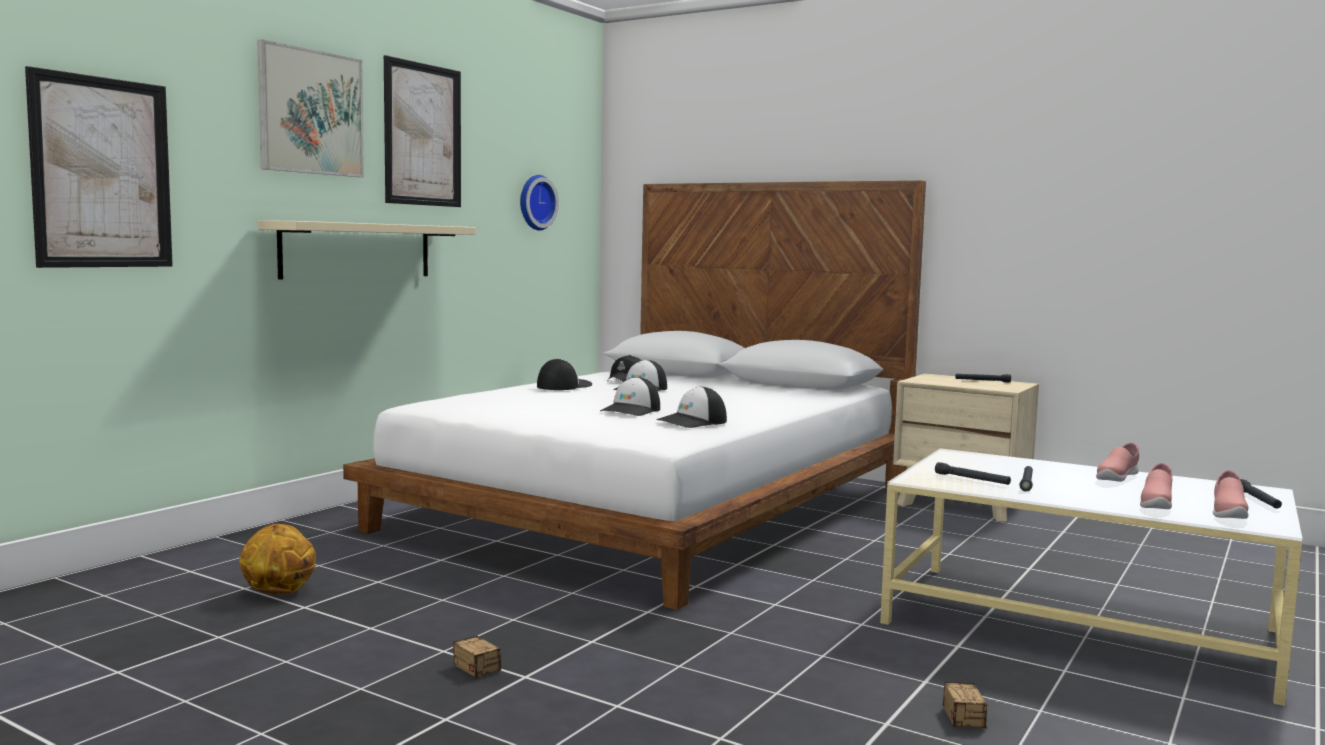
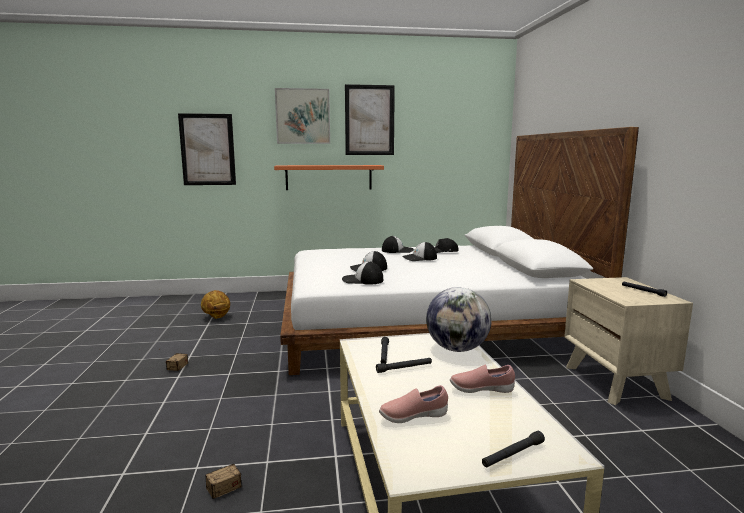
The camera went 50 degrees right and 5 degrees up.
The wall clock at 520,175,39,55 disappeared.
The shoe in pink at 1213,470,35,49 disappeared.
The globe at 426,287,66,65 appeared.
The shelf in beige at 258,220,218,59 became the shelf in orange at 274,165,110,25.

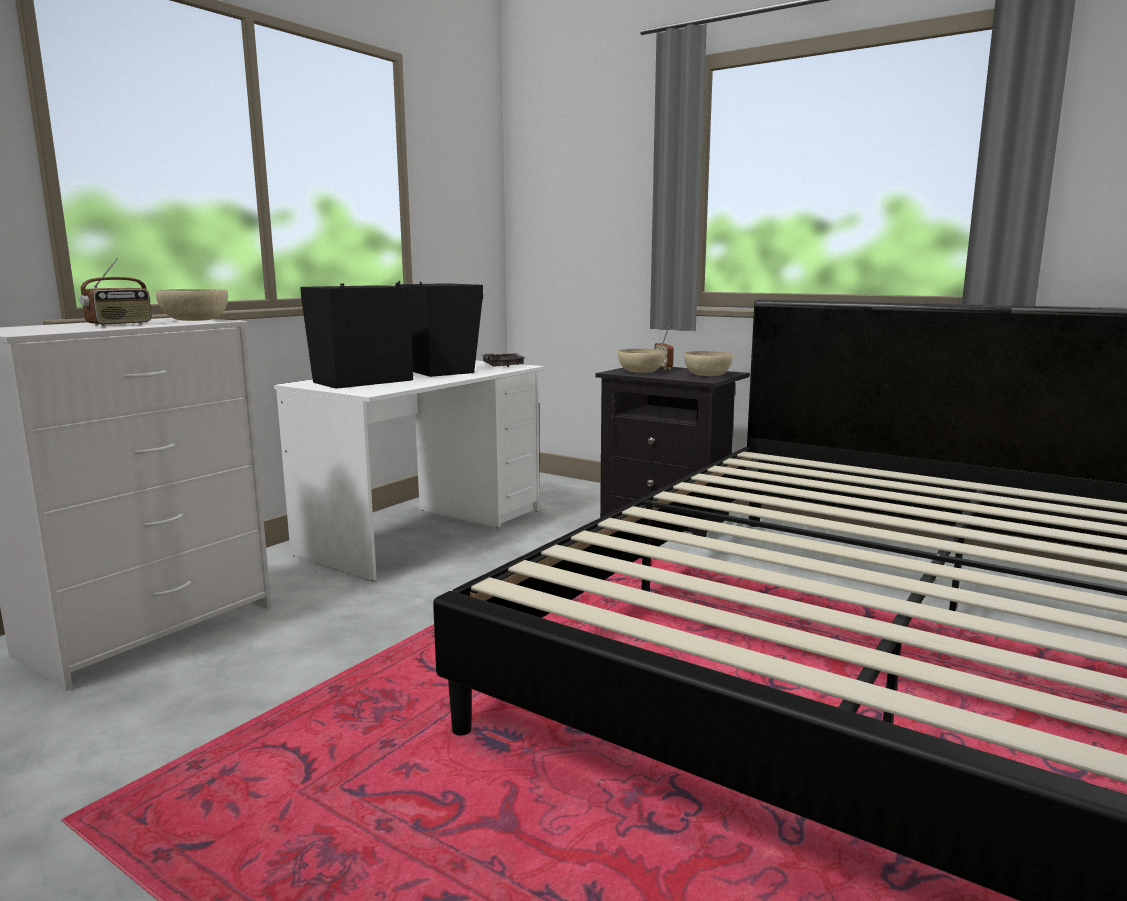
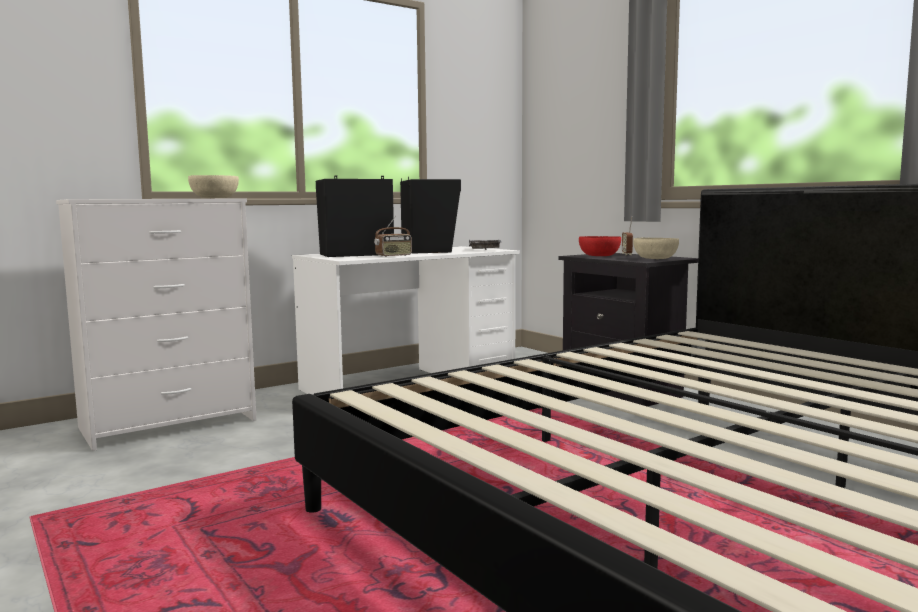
The camera went 20 degrees right and 5 degrees down.
The radio moved from 80,258,72,68 to 374,216,38,41.
The bowl in beige at 618,349,47,24 became the bowl in red at 579,236,42,20.

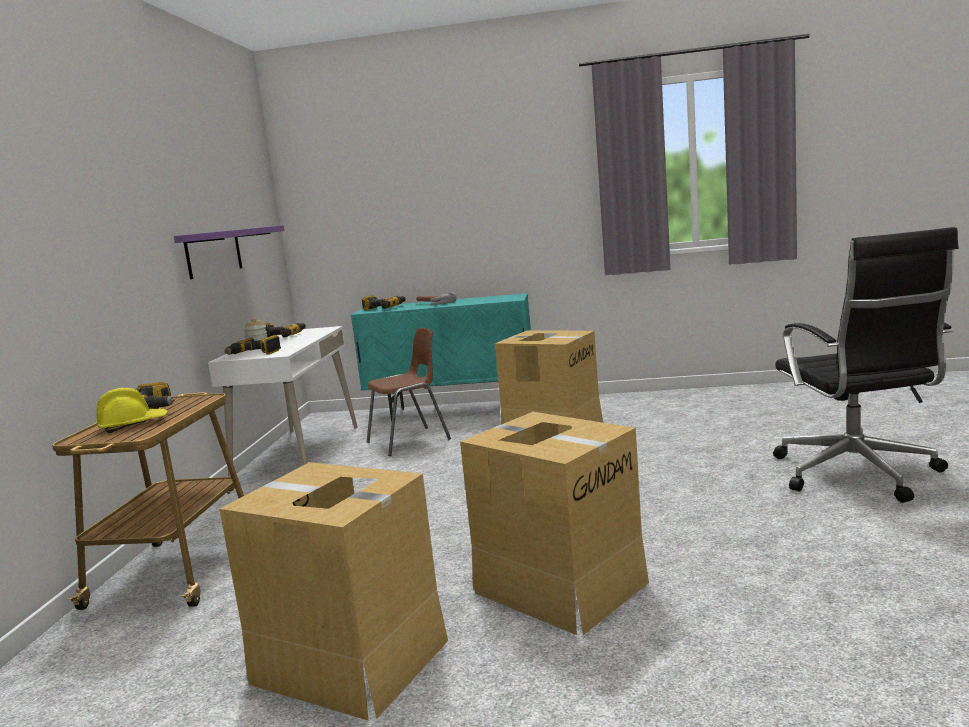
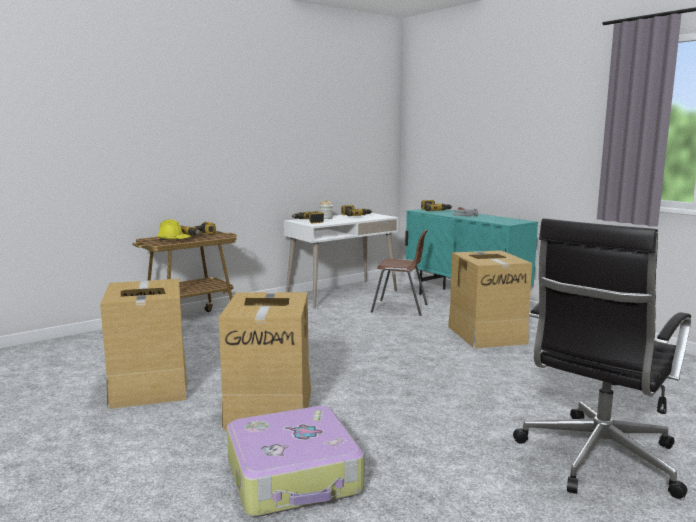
The camera went 45 degrees right and 0 degrees up.
The shelf in purple at 174,225,111,54 disappeared.
The suitcase at 227,406,137,111 appeared.

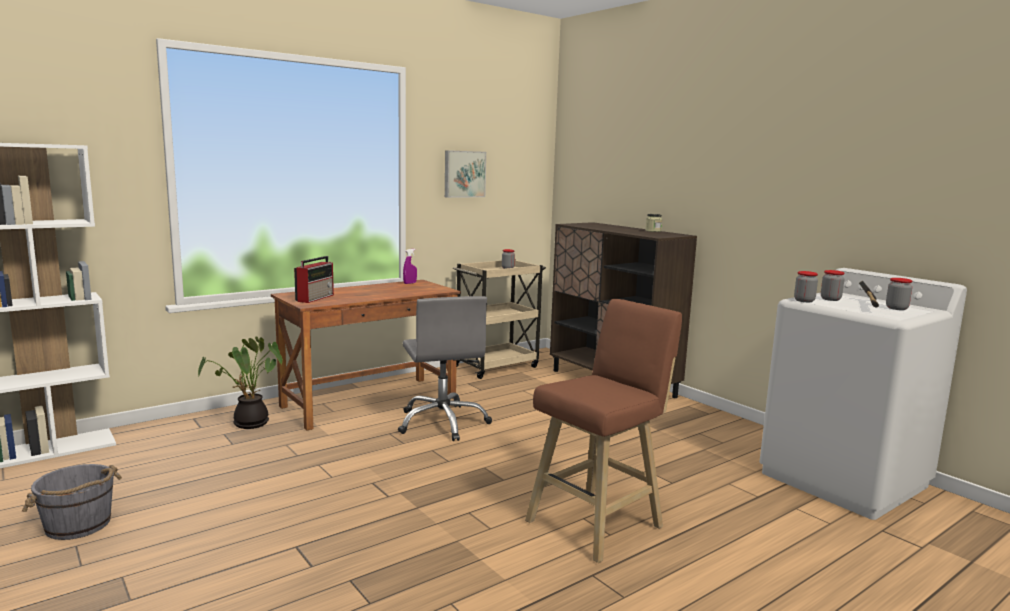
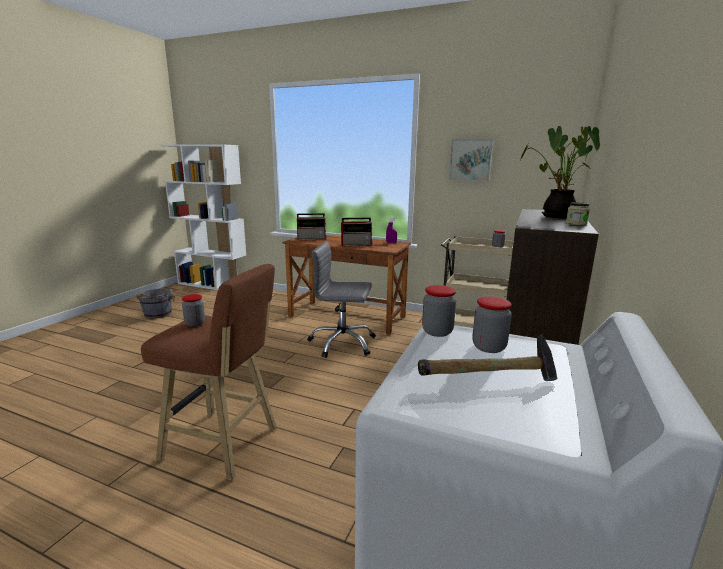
The camera went 60 degrees right and 5 degrees up.
The radio at 341,217,31,29 appeared.
The potted plant moved from 198,336,85,93 to 520,126,80,92.
The jar moved from 886,278,26,32 to 182,294,23,33.
The office chair in grey at 398,296,94,145 turned 60 degrees clockwise.

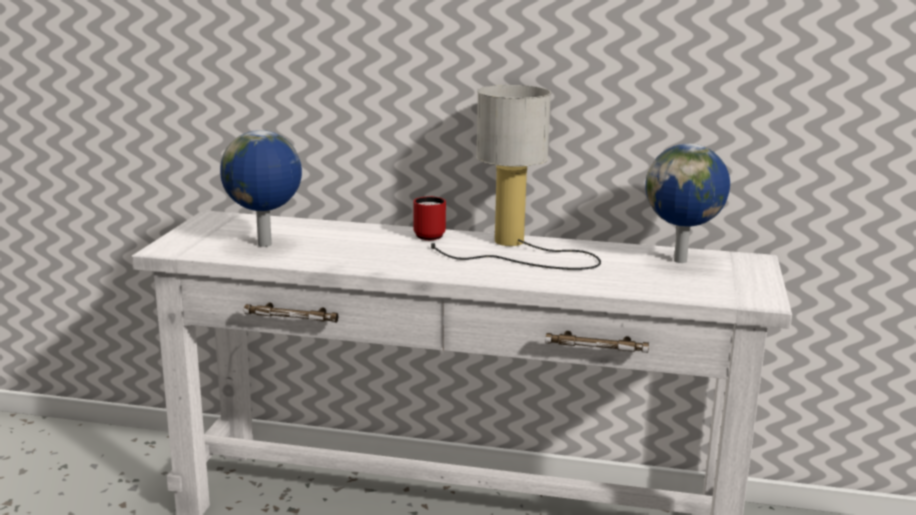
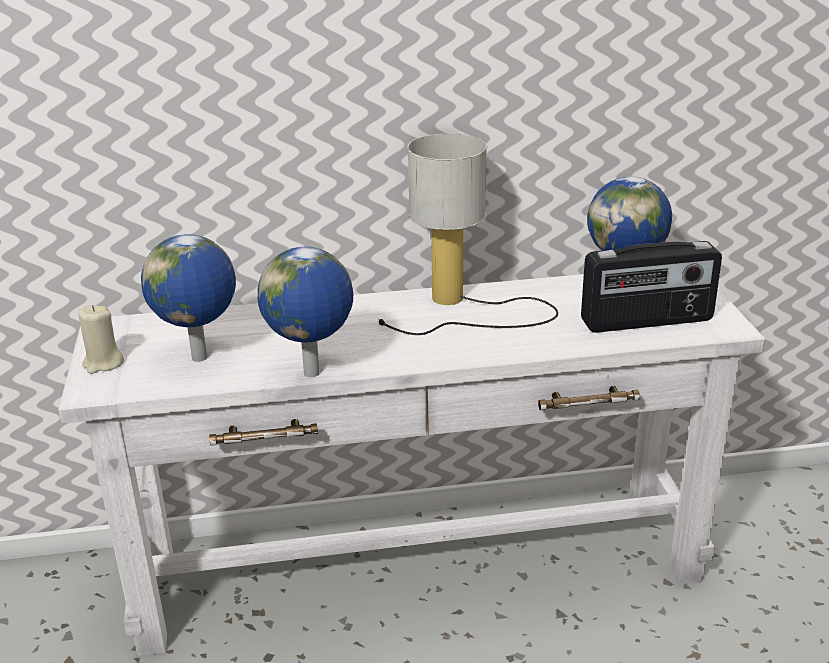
The camera went 20 degrees left and 10 degrees up.
The mug in red at 413,196,33,44 disappeared.
The candle in beige at 79,305,45,69 appeared.
The globe at 258,247,95,130 appeared.
The radio at 581,241,141,92 appeared.

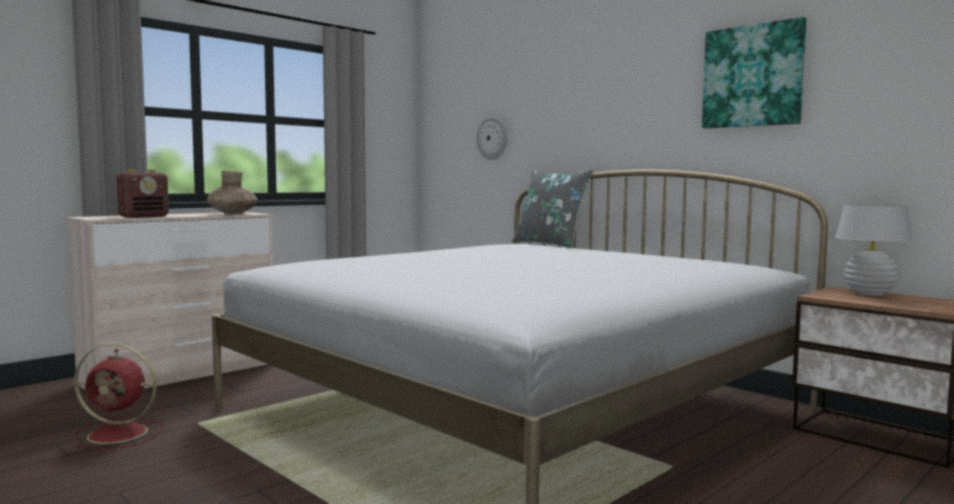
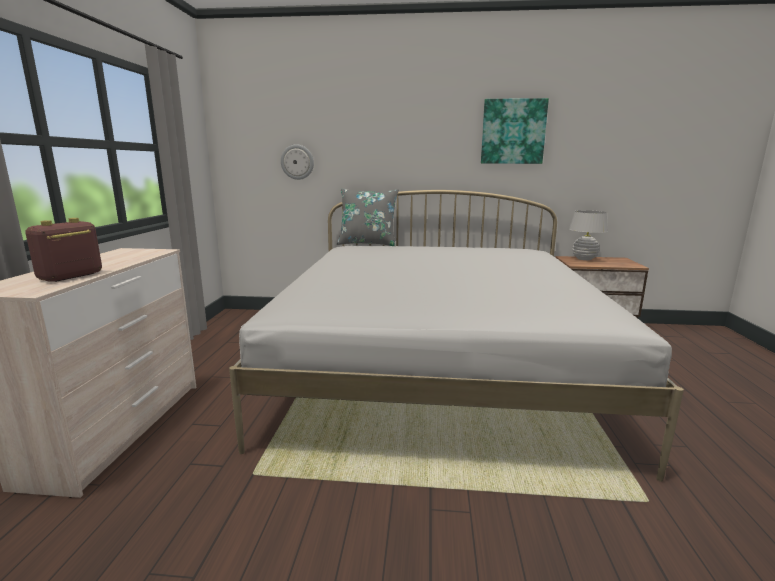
The camera went 40 degrees left and 10 degrees up.
The fan in red at 71,344,94,105 disappeared.
The vase in brown at 207,171,51,43 disappeared.
The radio at 116,169,53,49 turned 150 degrees counterclockwise.

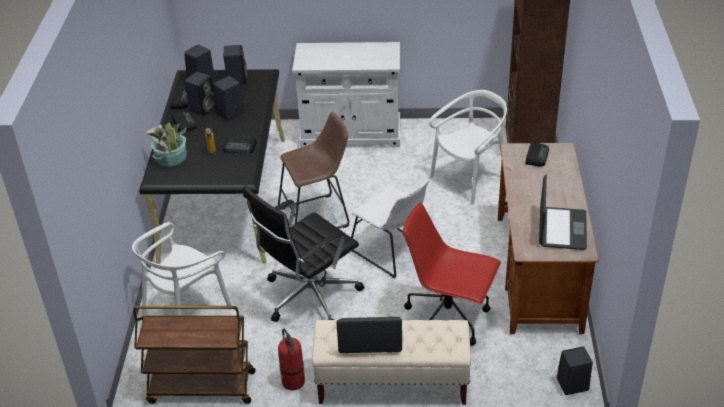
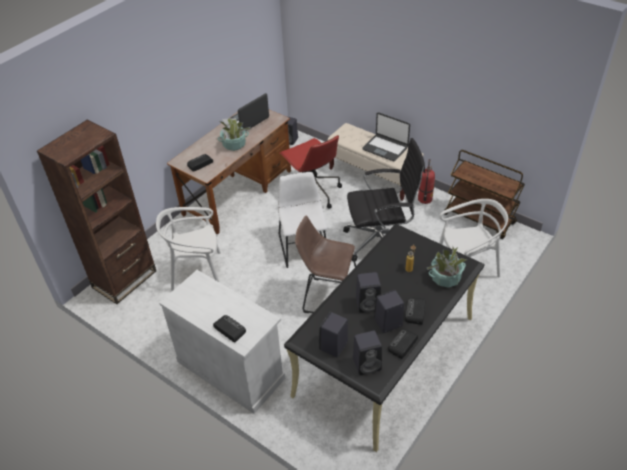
The camera went 145 degrees left and 5 degrees up.
The potted plant at 218,118,32,33 appeared.
The radio moved from 223,136,34,17 to 213,315,33,27.

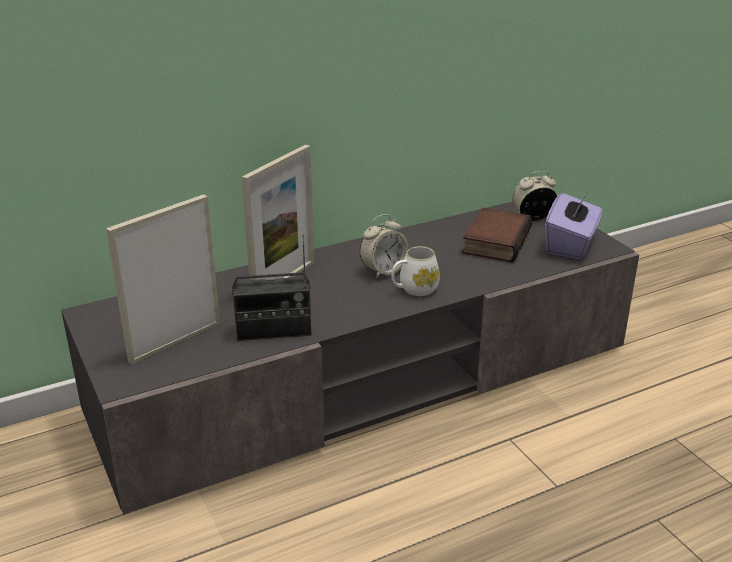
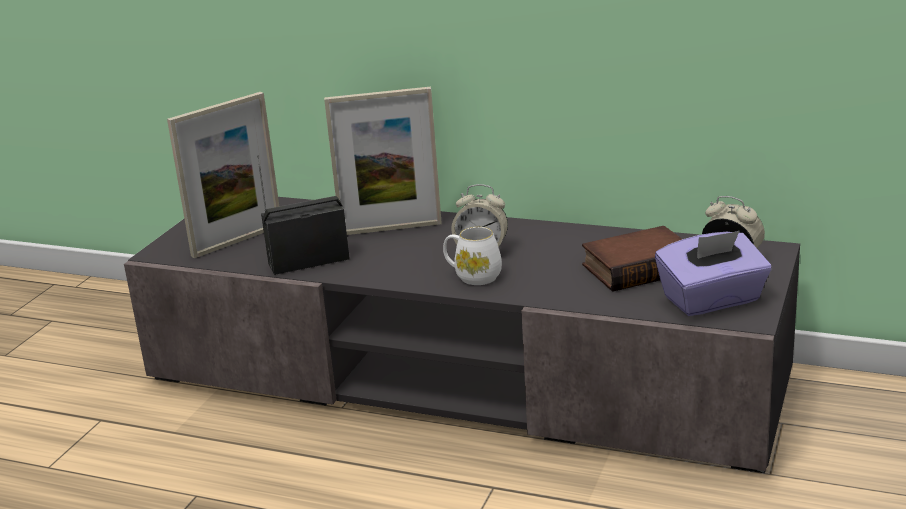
The camera went 50 degrees right and 5 degrees down.
The picture frame at 106,194,114,170 turned 135 degrees clockwise.
The radio at 232,235,80,106 turned 120 degrees clockwise.

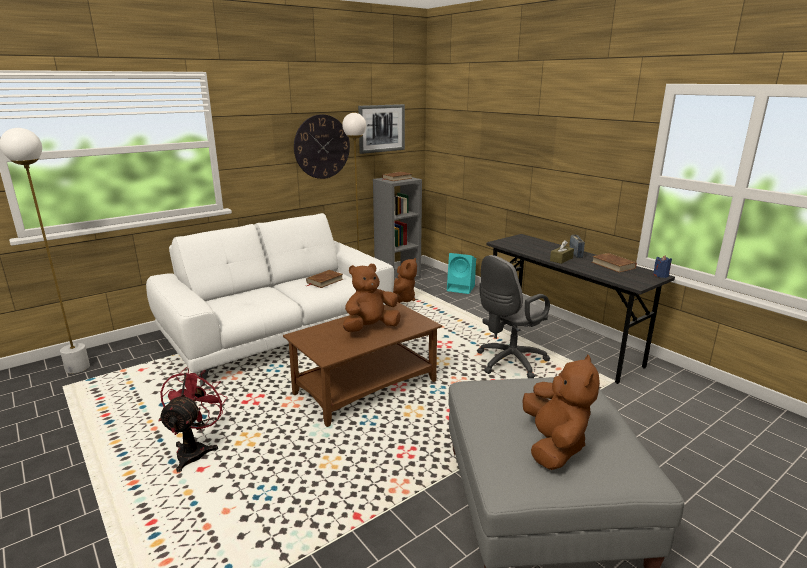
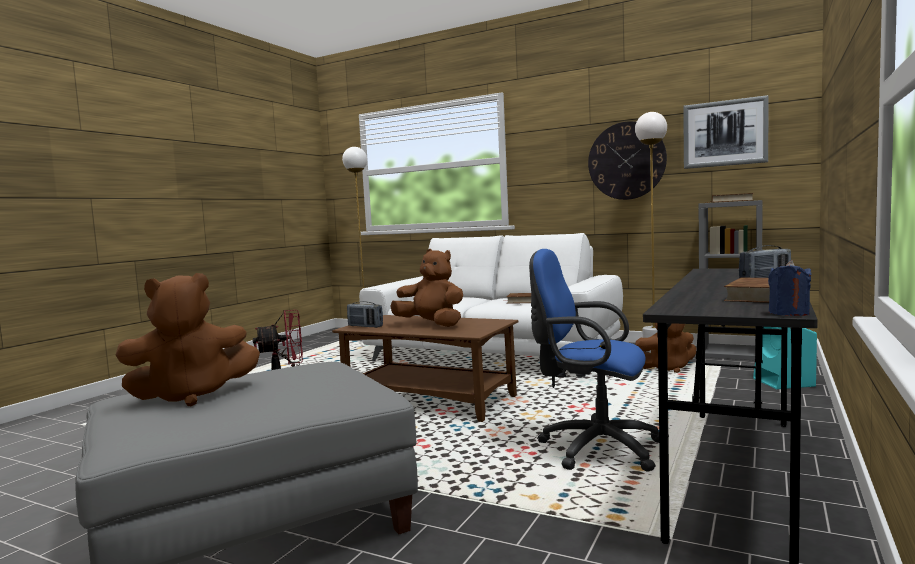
The camera went 65 degrees right and 15 degrees down.
The tissue box in brown at 550,240,24,24 disappeared.
The radio at 347,301,36,27 appeared.
The office chair in grey at 477,255,73,123 became the office chair in blue at 529,249,130,223.

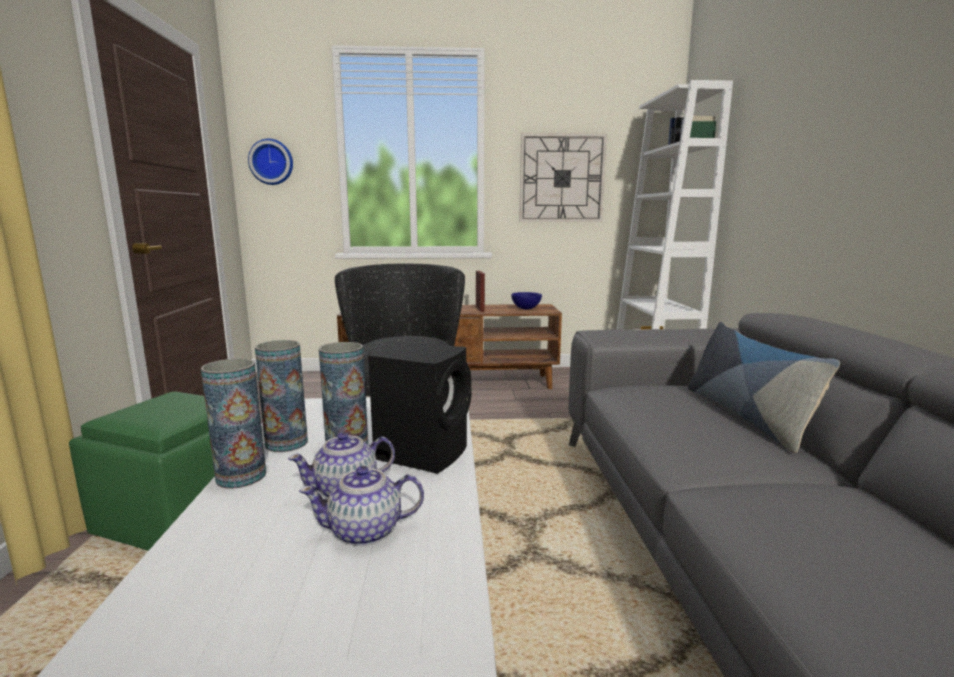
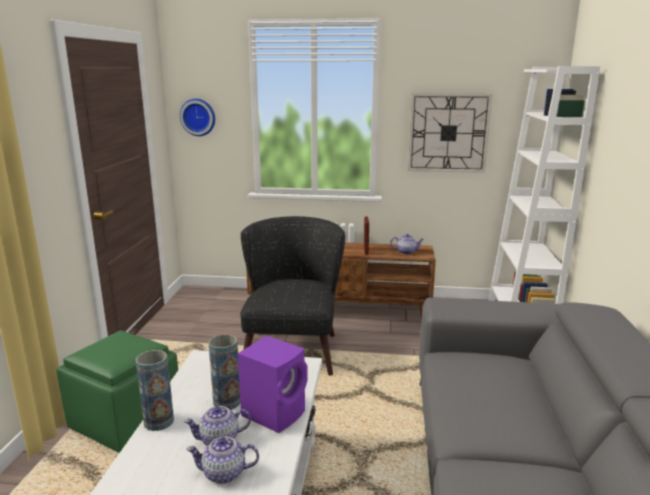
The camera went 10 degrees right and 5 degrees up.
The vase at 255,340,53,112 disappeared.
The pillow at 688,322,152,131 disappeared.
The bowl in blue at 511,292,31,17 was replaced by the teapot at 390,234,34,20.
The speaker in black at 368,341,103,133 became the speaker in purple at 238,336,70,97.

